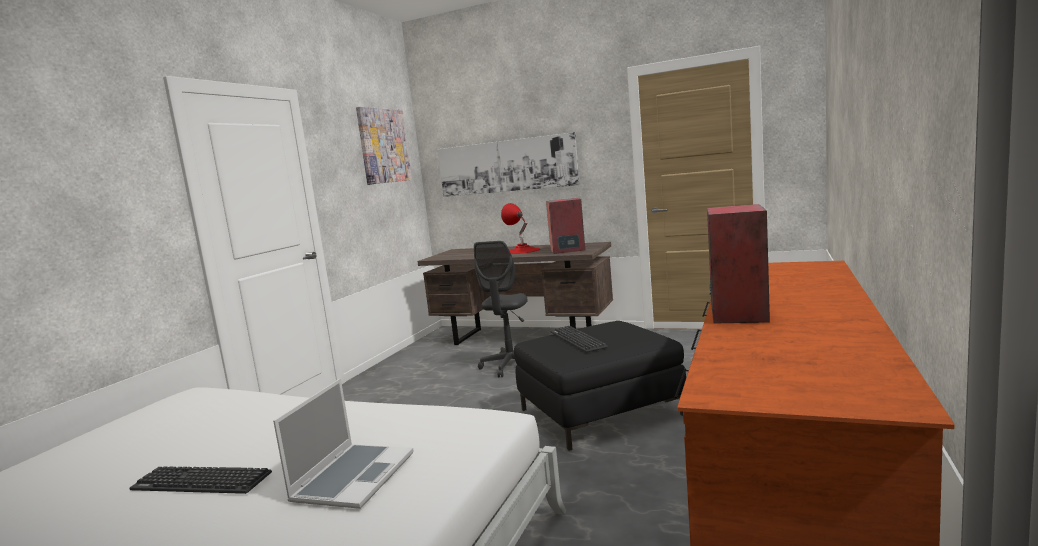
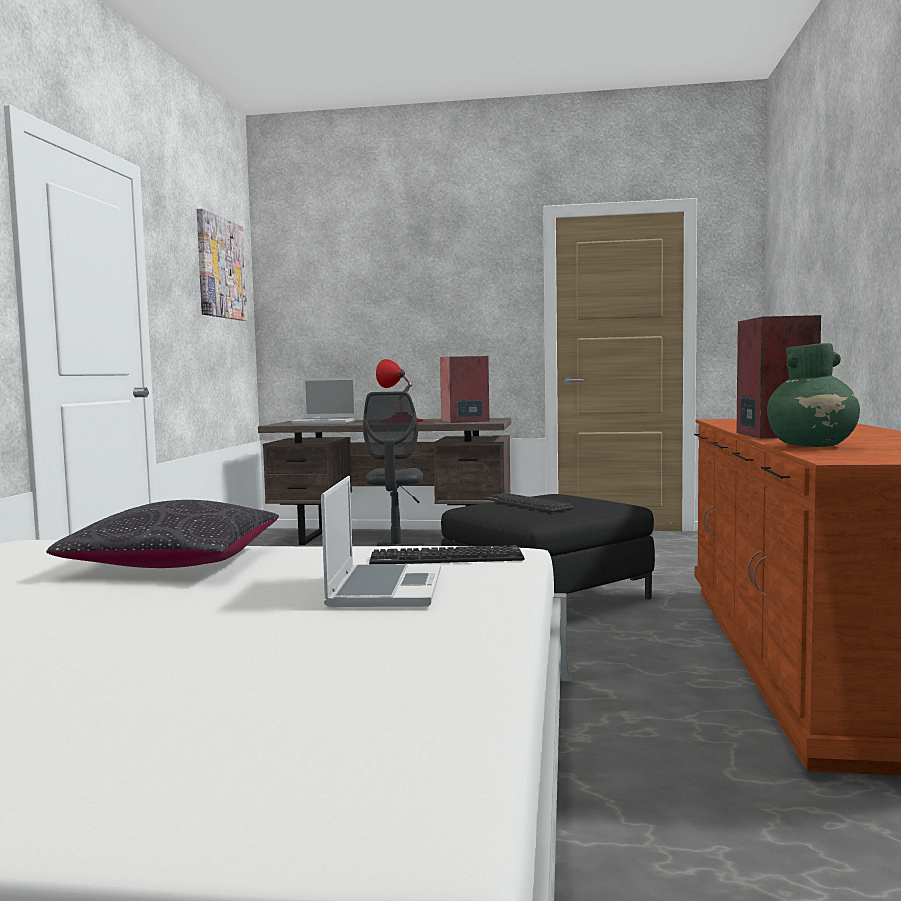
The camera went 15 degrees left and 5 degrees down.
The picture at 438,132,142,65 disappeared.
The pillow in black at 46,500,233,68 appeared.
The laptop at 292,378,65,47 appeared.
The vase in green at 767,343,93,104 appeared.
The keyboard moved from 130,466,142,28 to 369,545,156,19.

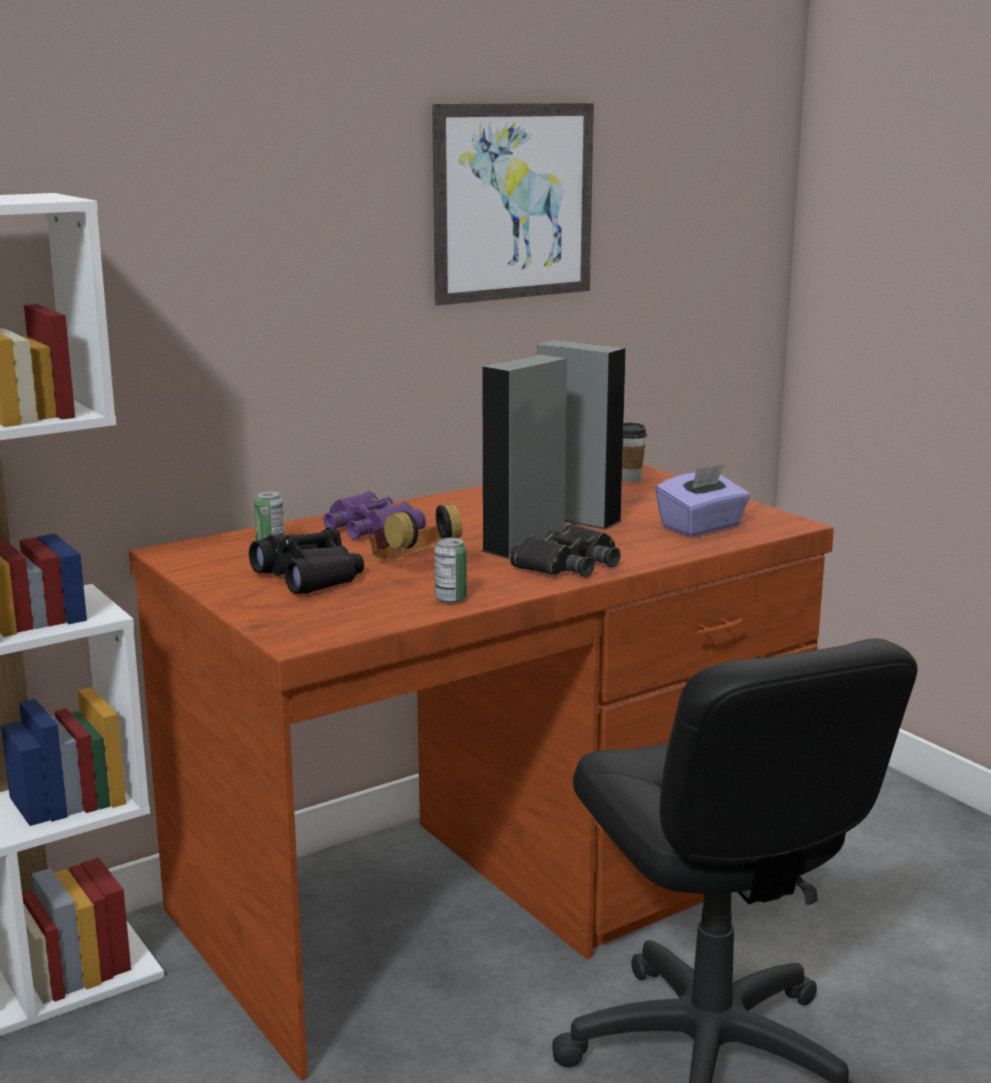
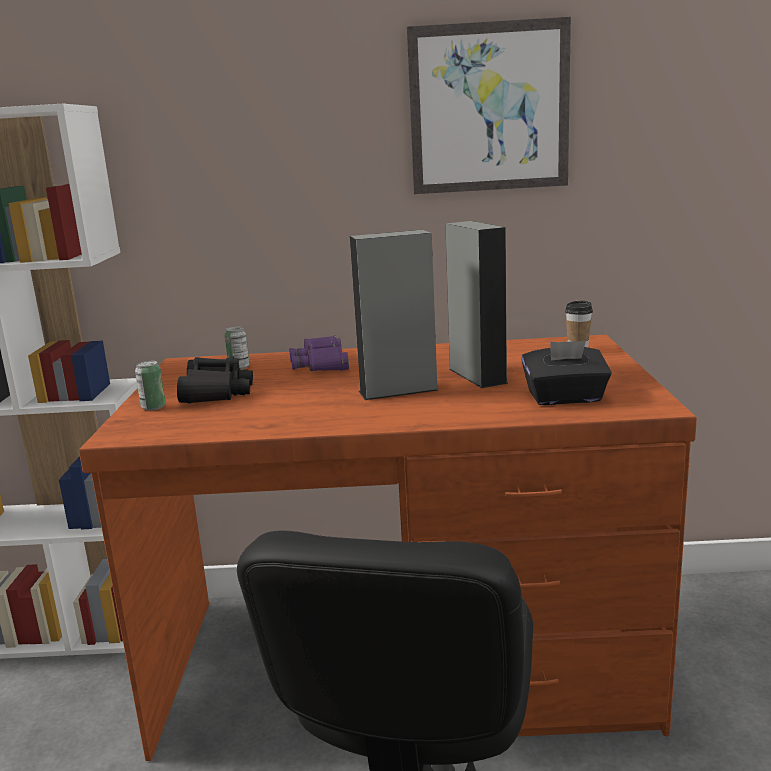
The camera went 35 degrees right and 0 degrees up.
The headphones at 370,504,92,55 disappeared.
The binoculars in black at 510,523,111,54 disappeared.
The can moved from 434,538,33,65 to 135,361,31,50.
The tissue box in purple at 655,464,95,73 became the tissue box in black at 521,340,91,65.

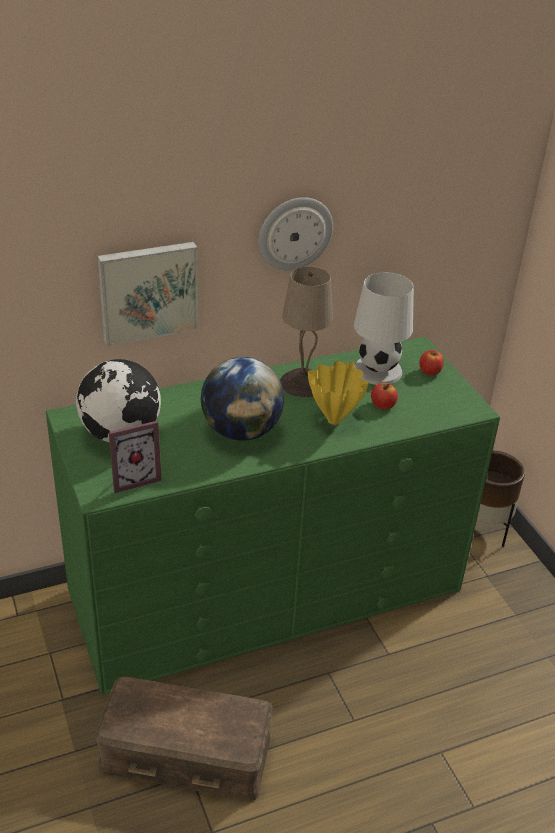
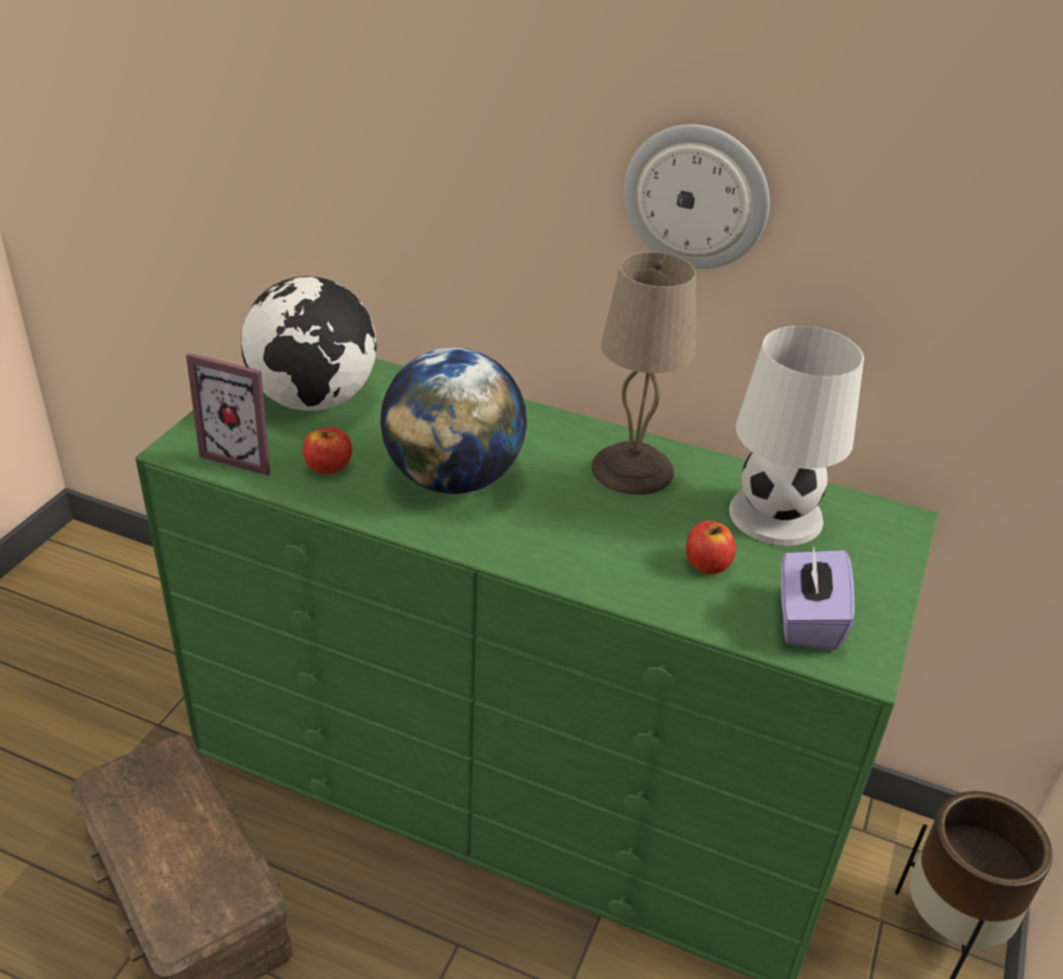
The camera went 45 degrees right and 0 degrees up.
The picture at 97,242,101,104 disappeared.
The vase in yellow at 308,361,61,64 disappeared.
The tissue box in purple at 781,544,74,107 appeared.
The apple moved from 420,350,24,26 to 303,427,49,47.

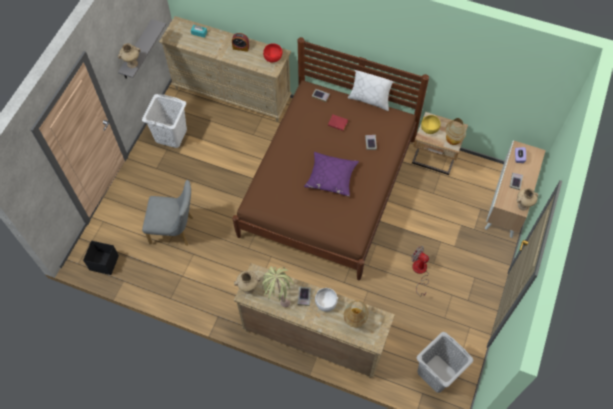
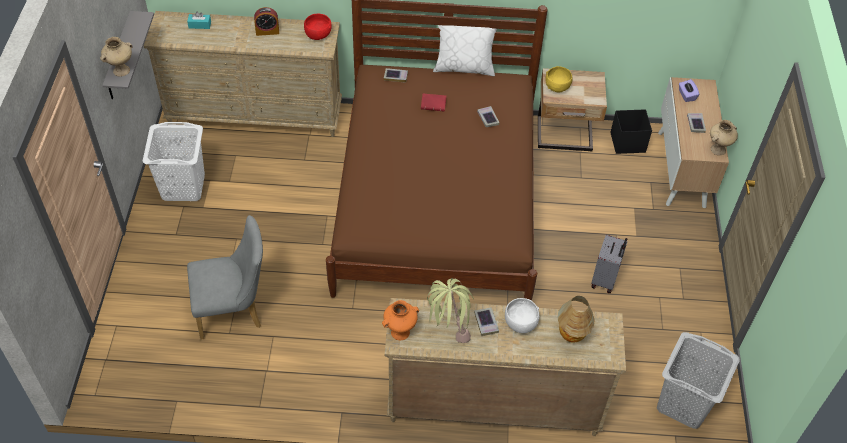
The camera went 20 degrees left and 10 degrees down.
The pillow in purple at 304,152,55,45 disappeared.
The table lamp at 445,118,21,27 disappeared.
The storage box in black moved from 83,241,36,34 to 610,109,42,45.
The fan at 411,246,18,51 was replaced by the suitcase in grey at 591,235,36,58.
The vase in beige at 234,271,26,23 became the vase in orange at 382,300,37,40.

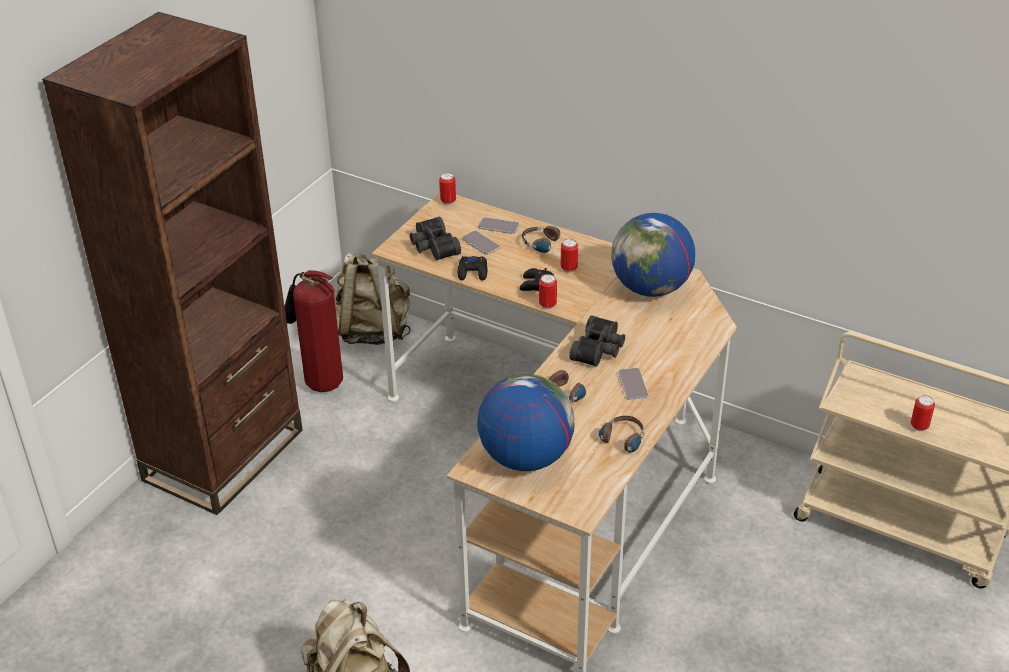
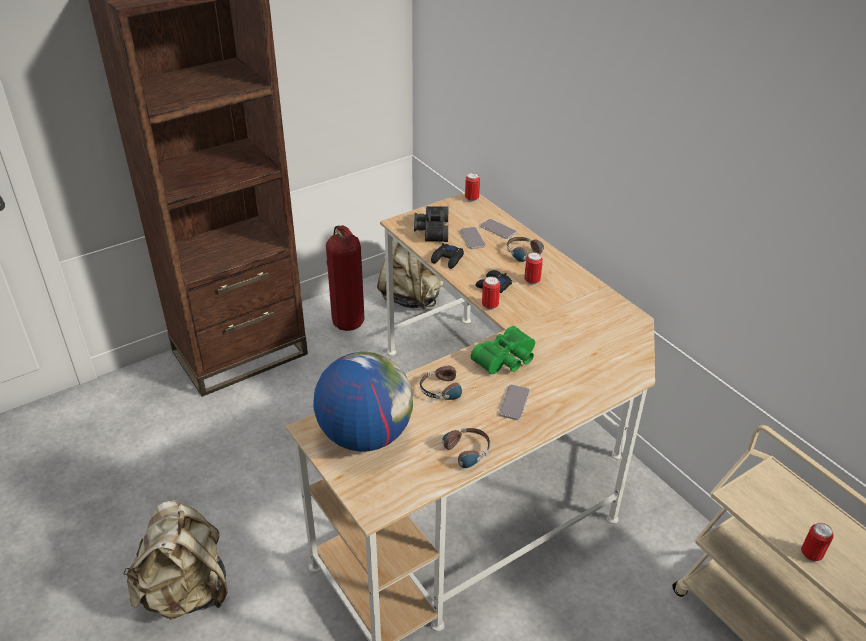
The camera went 25 degrees right and 0 degrees up.
The globe at 611,213,84,84 disappeared.
The binoculars in black at 569,315,56,52 became the binoculars in green at 471,326,64,48.

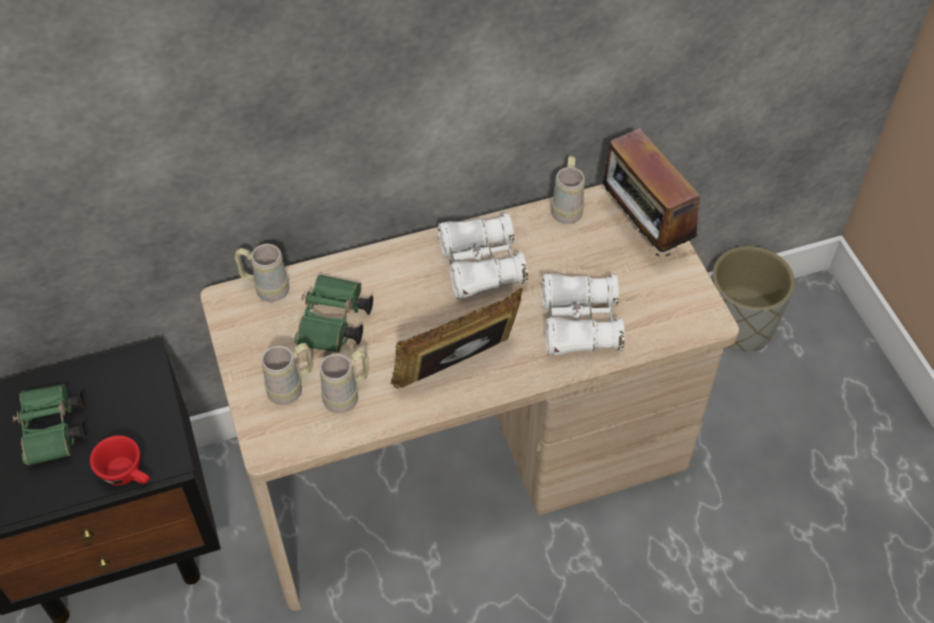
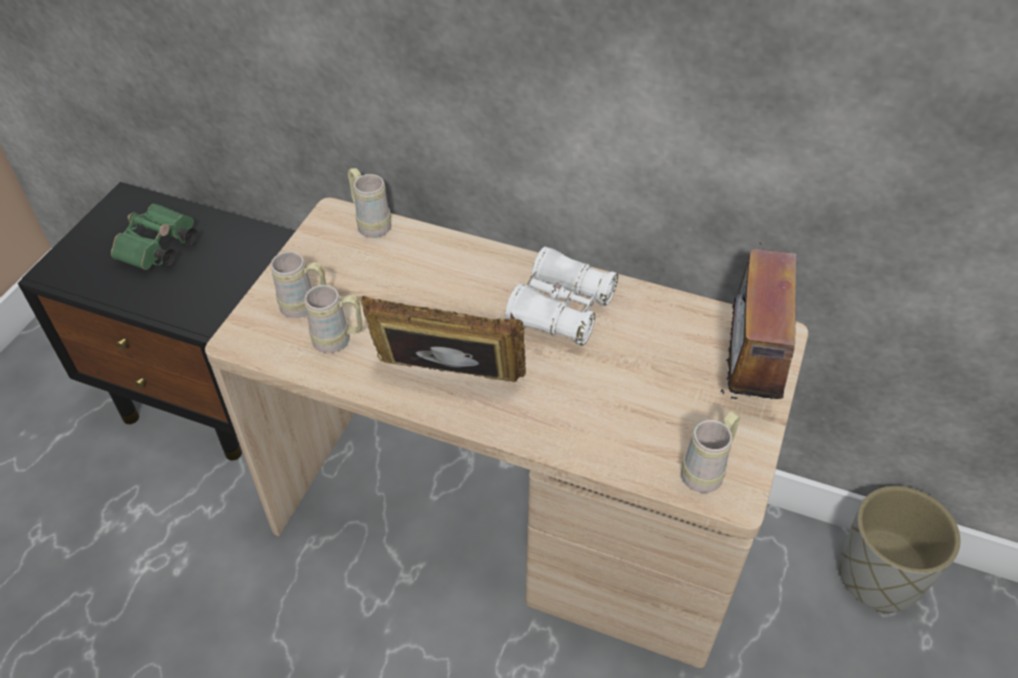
The camera went 40 degrees right and 5 degrees down.
The cup in red at 90,435,60,51 disappeared.
The binoculars in green at 294,275,79,78 disappeared.
The binoculars in white at 542,273,83,83 disappeared.
The mug in beige moved from 551,156,34,68 to 681,411,59,82.

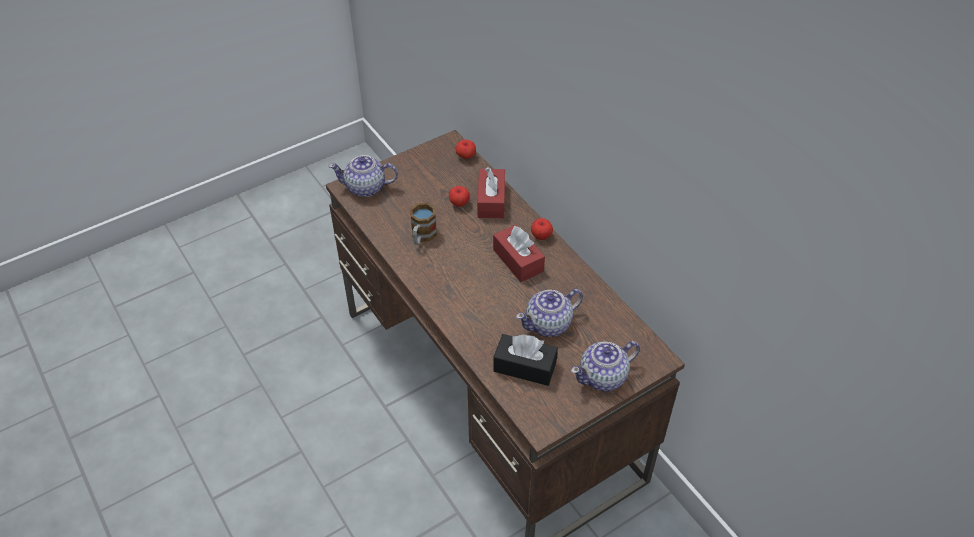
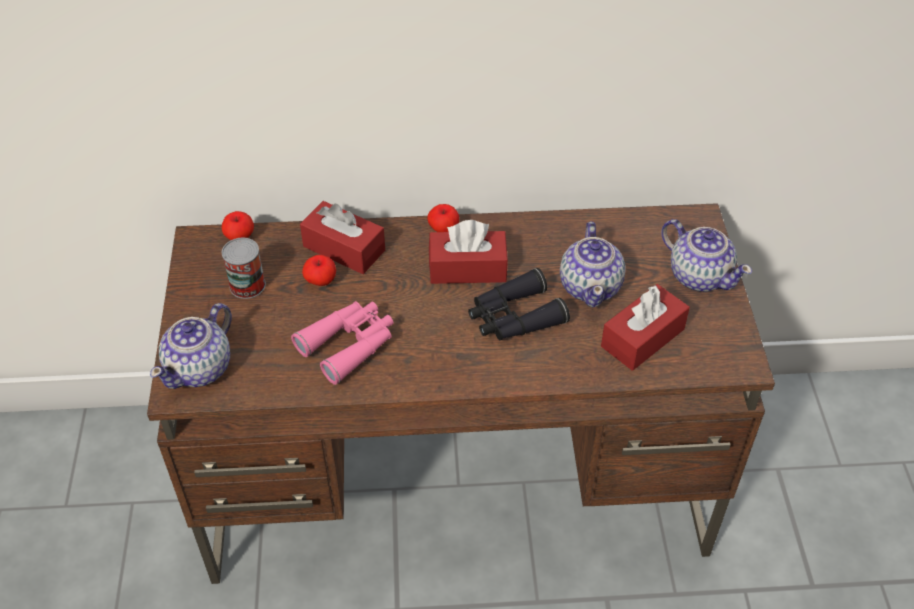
The camera went 60 degrees left and 0 degrees up.
The can at 222,238,44,61 appeared.
The binoculars in black at 468,268,102,72 appeared.
The mug at 410,203,27,42 was replaced by the binoculars in pink at 291,301,103,84.
The tissue box in black at 493,334,65,52 became the tissue box in red at 601,284,89,87.
The teapot at 571,341,69,50 turned 45 degrees counterclockwise.

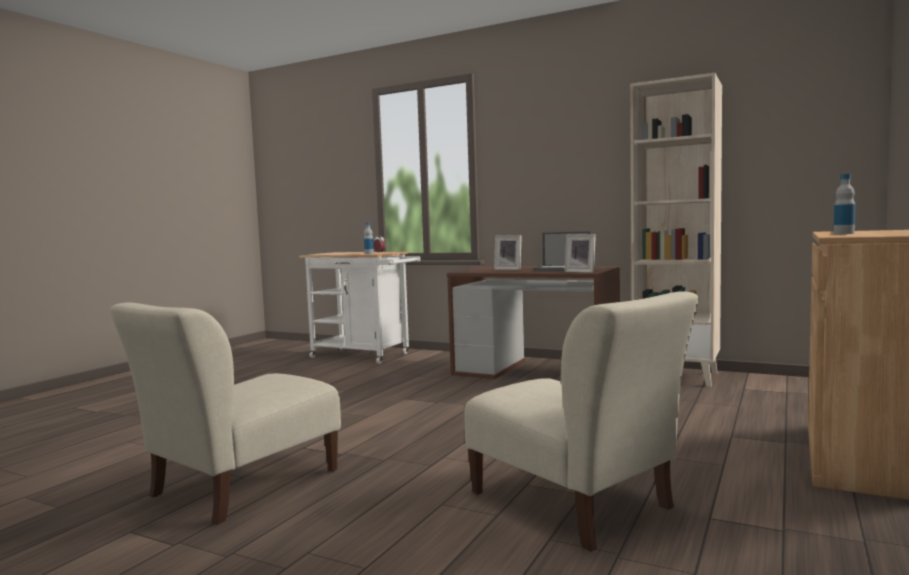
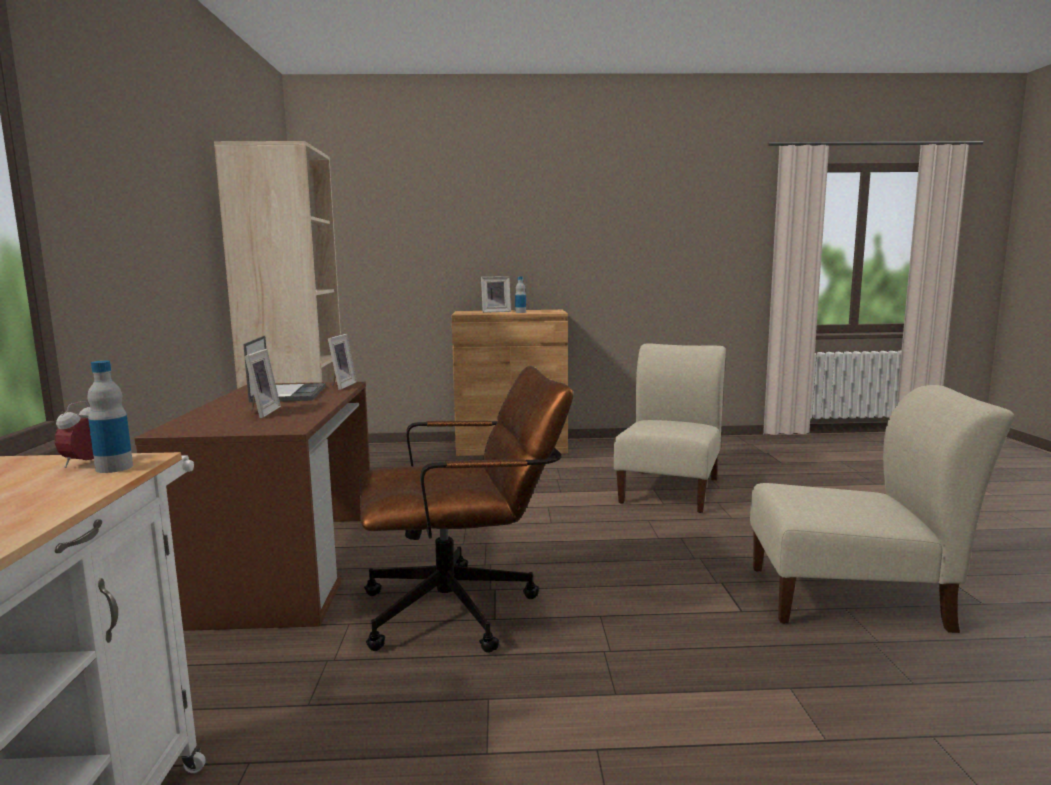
The camera went 120 degrees left and 5 degrees up.
The office chair in brown at 359,366,214,287 appeared.
The picture frame at 481,276,30,37 appeared.

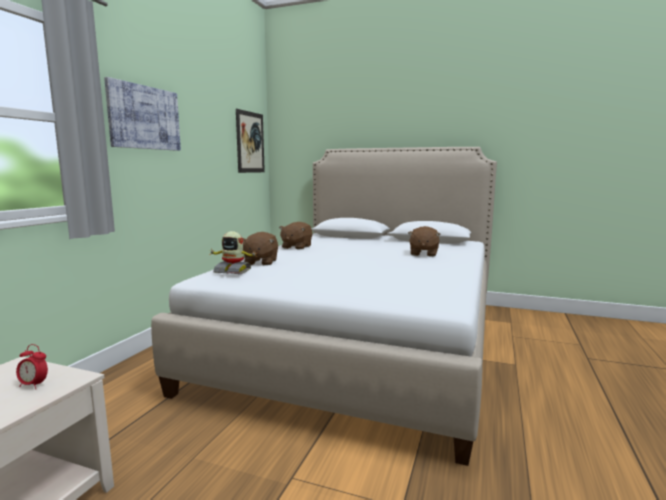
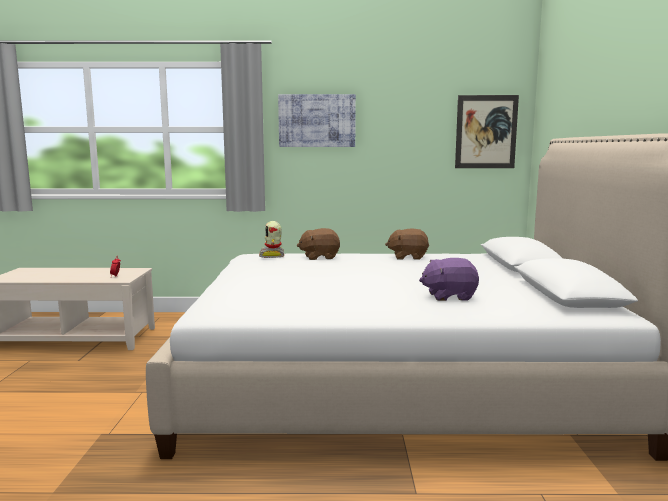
The camera went 70 degrees right and 0 degrees up.
The plush toy in brown at 408,226,33,31 became the plush toy in purple at 419,258,60,43.

